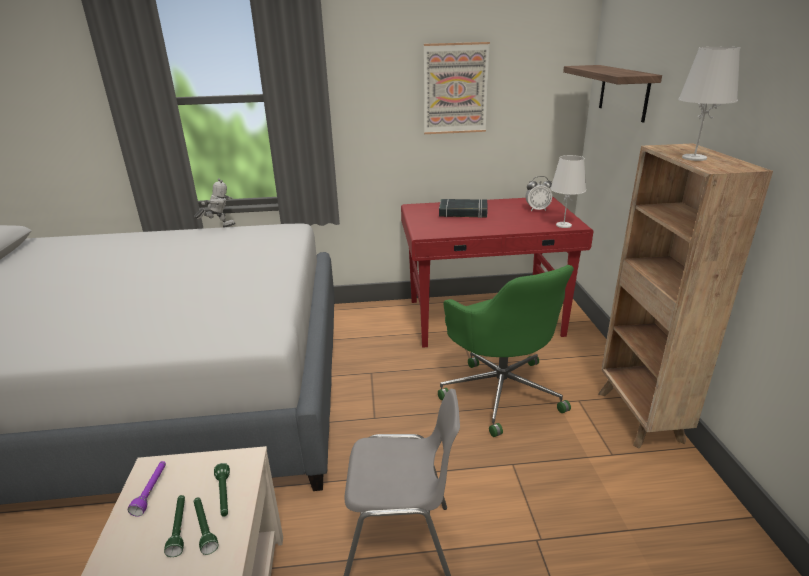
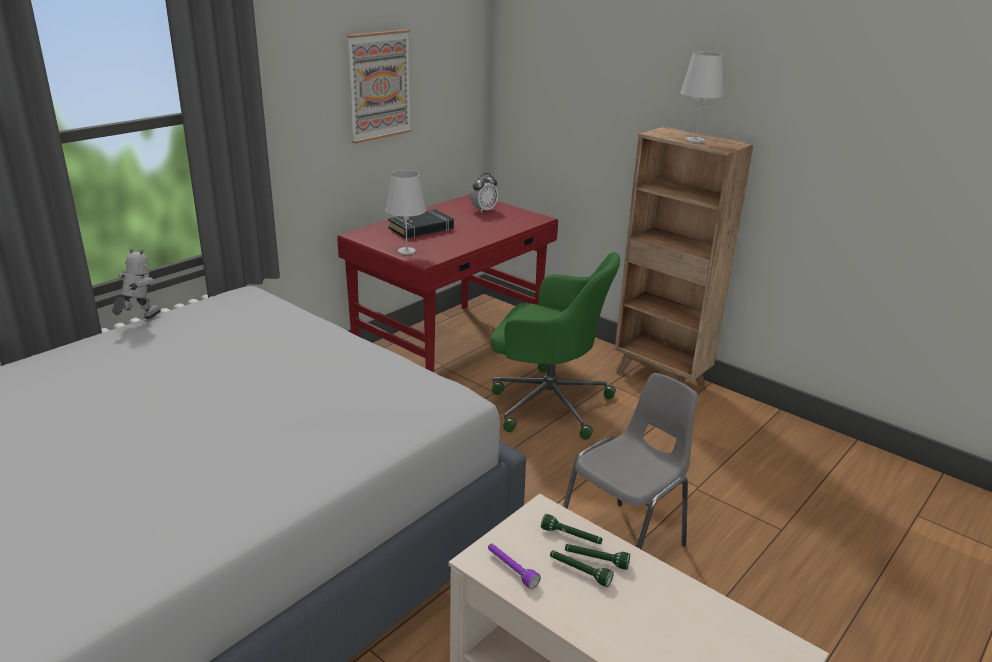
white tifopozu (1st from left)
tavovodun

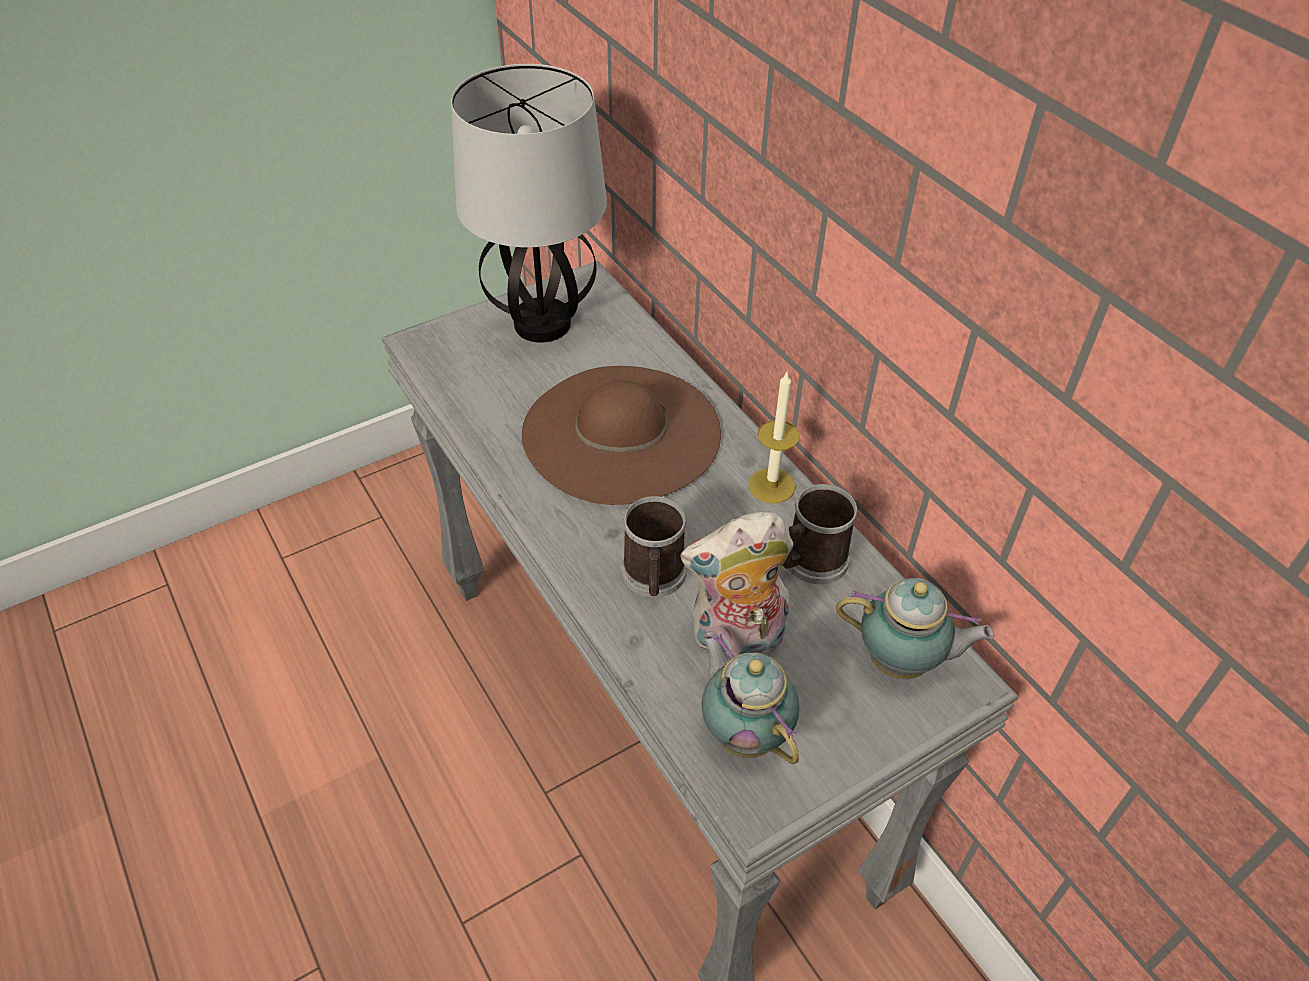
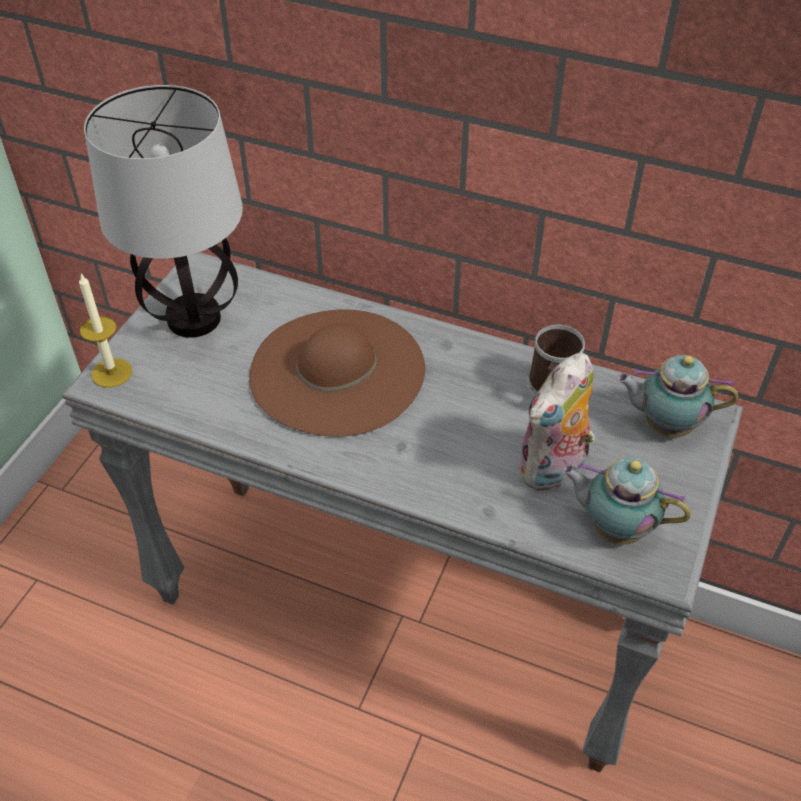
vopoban (1st from left in the first image)
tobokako
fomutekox (2nd from left)

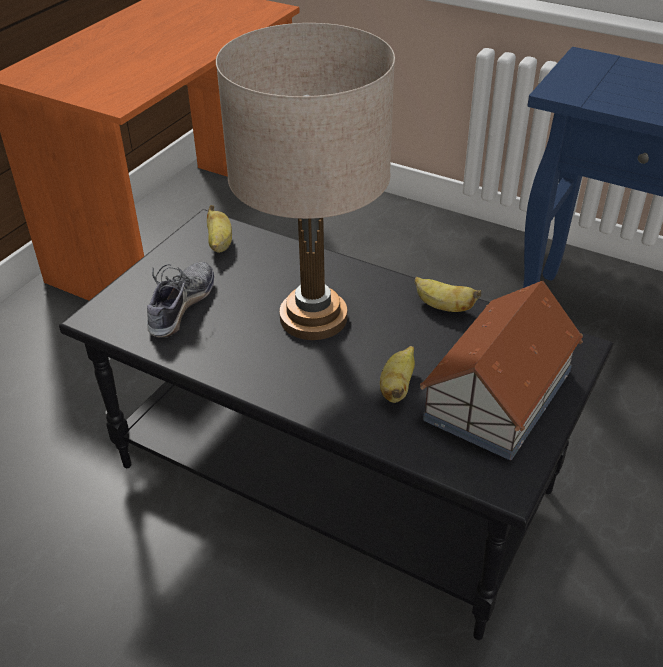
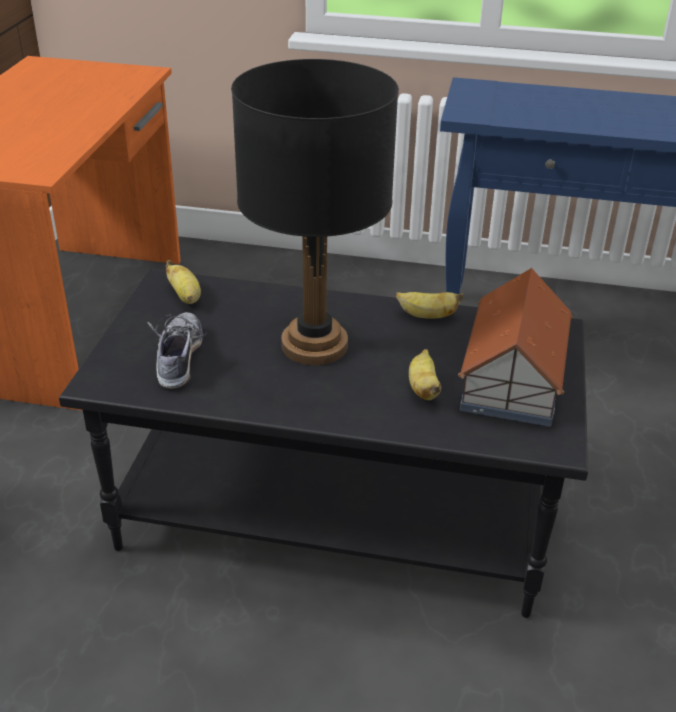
black tifopozu

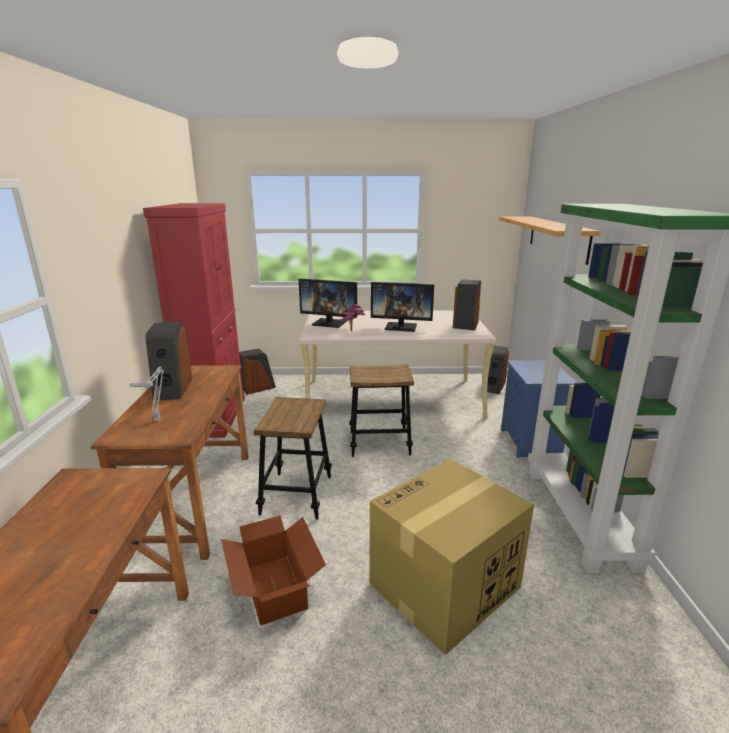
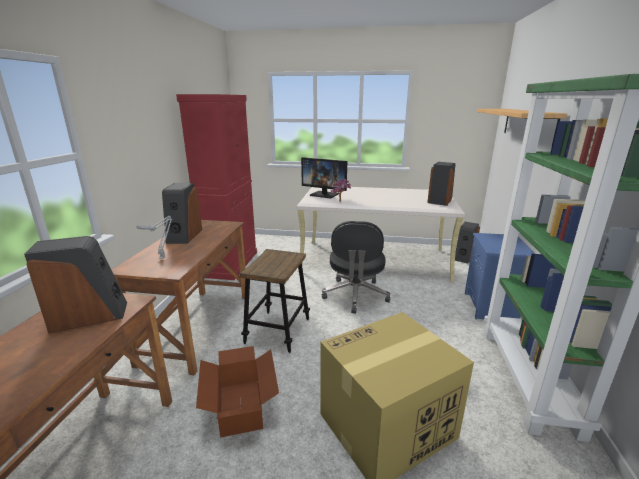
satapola (1st from left)
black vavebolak
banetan (2nd from left in the first image)

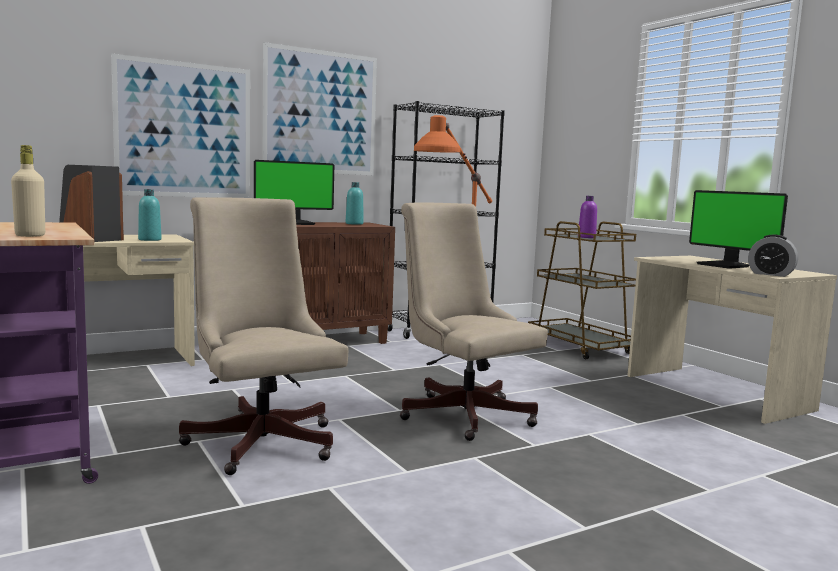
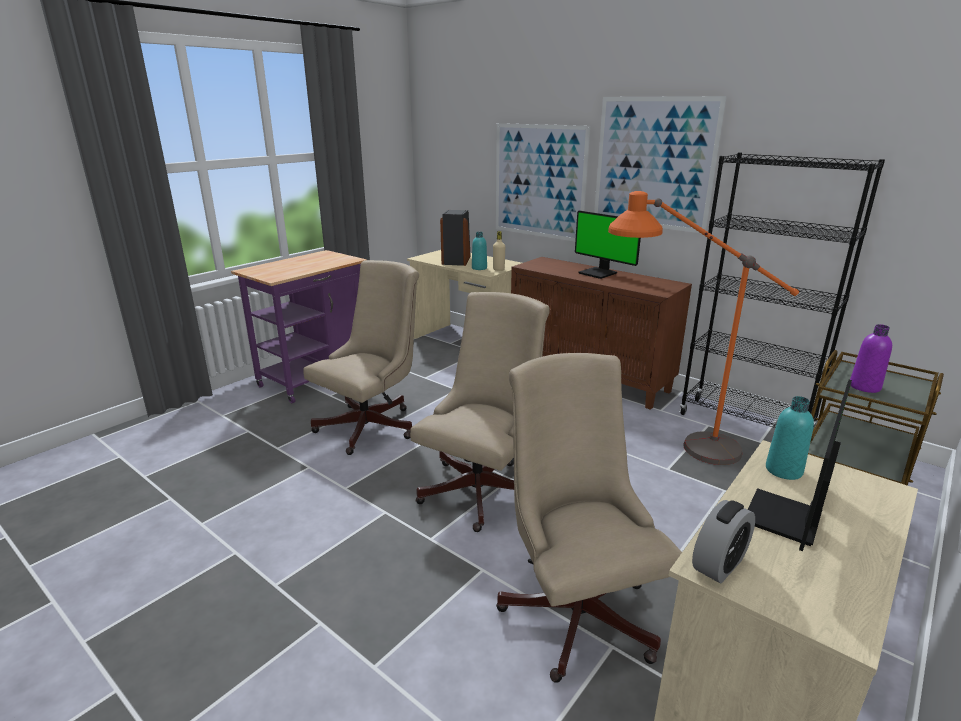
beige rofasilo
turquoise rofasilo (2nd from left)
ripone
beige vavebolak (3rd from left)

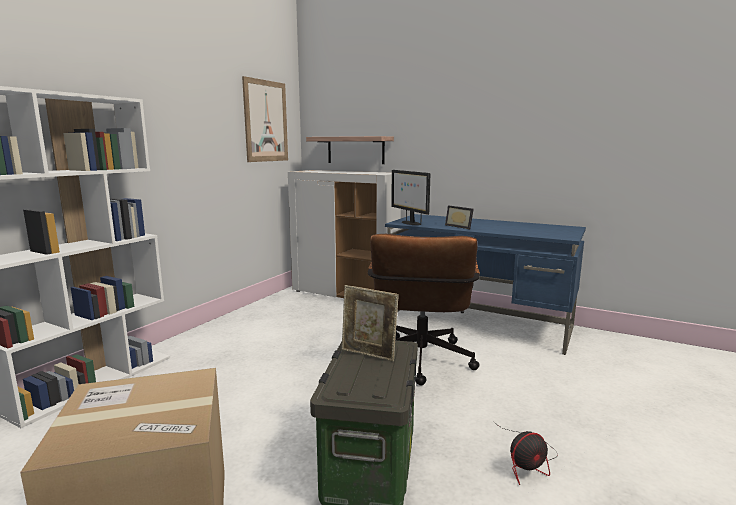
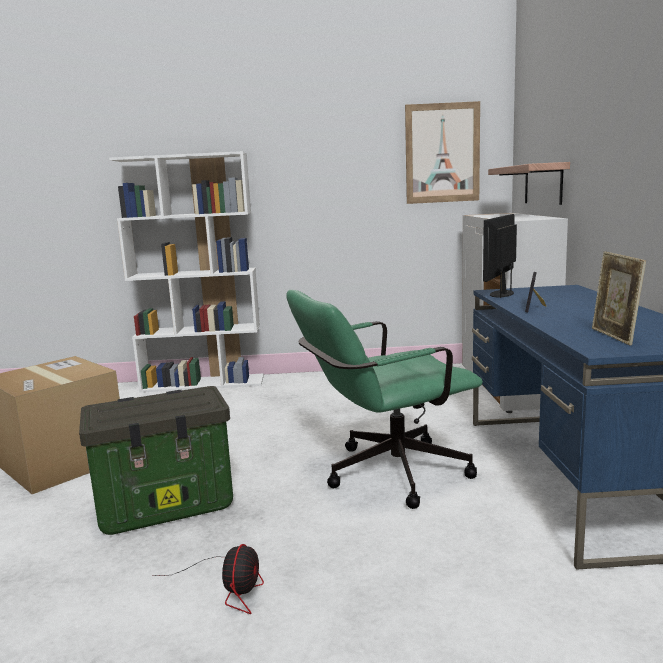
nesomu (2nd from left)
green vavebolak
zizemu

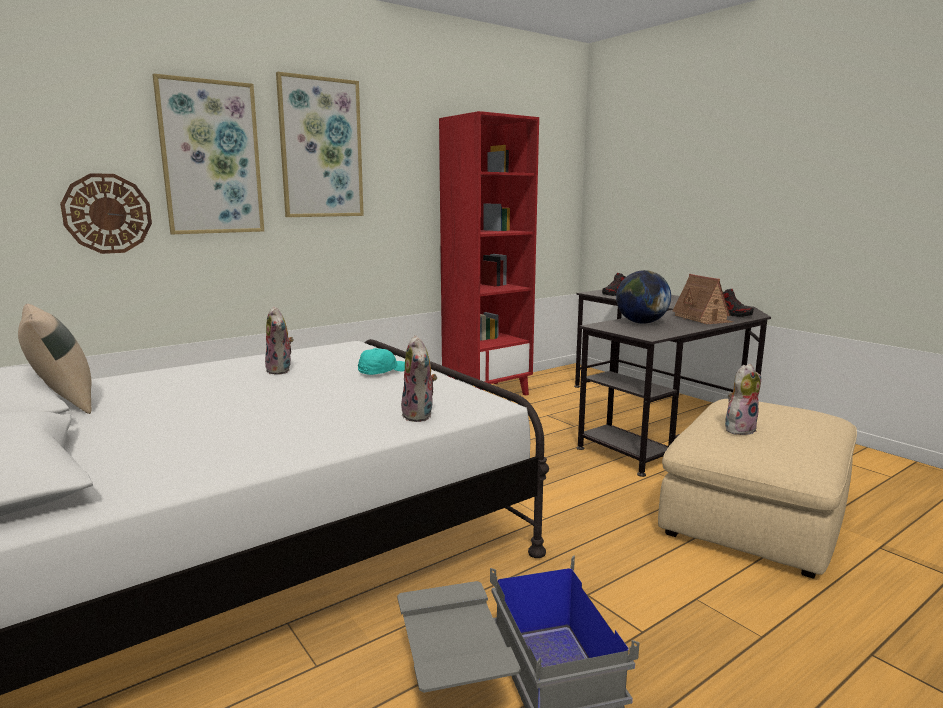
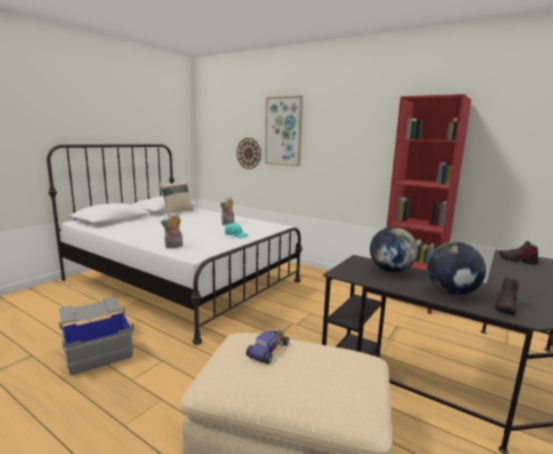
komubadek (2nd from left in the first image)
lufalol (2nd from left)
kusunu

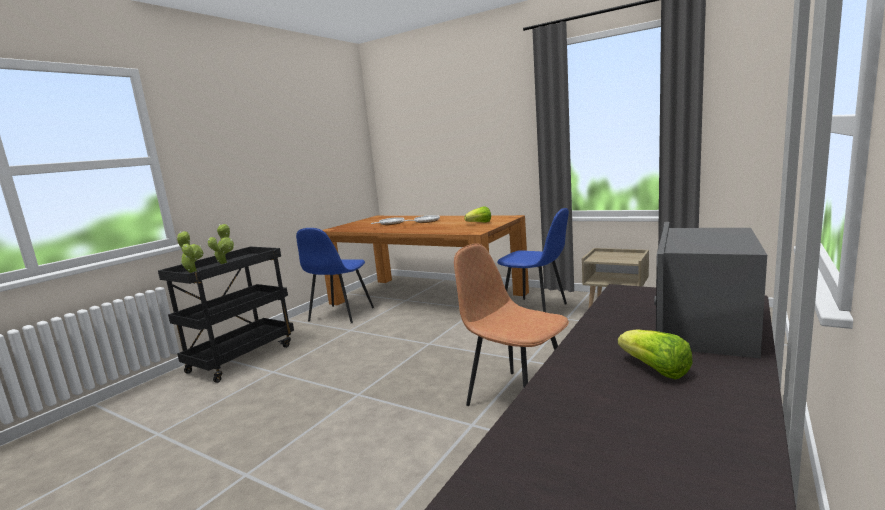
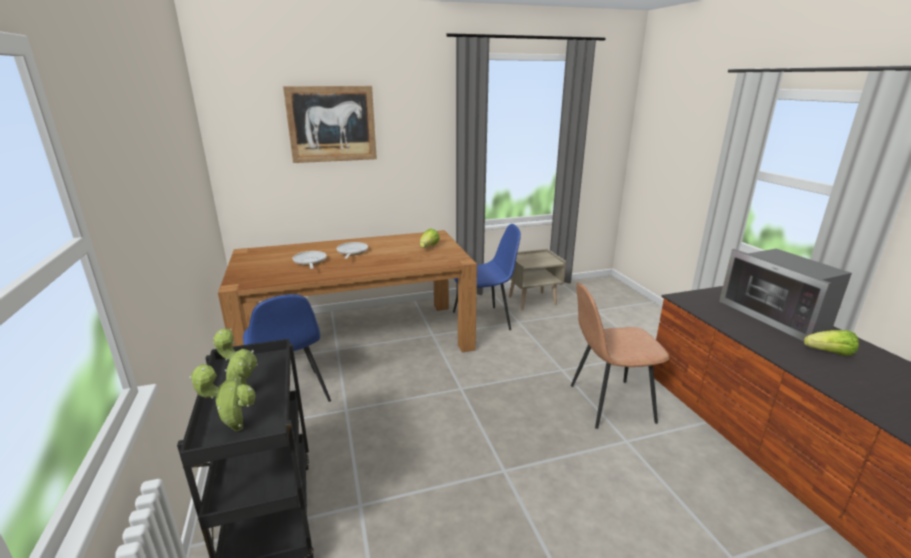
komubadek

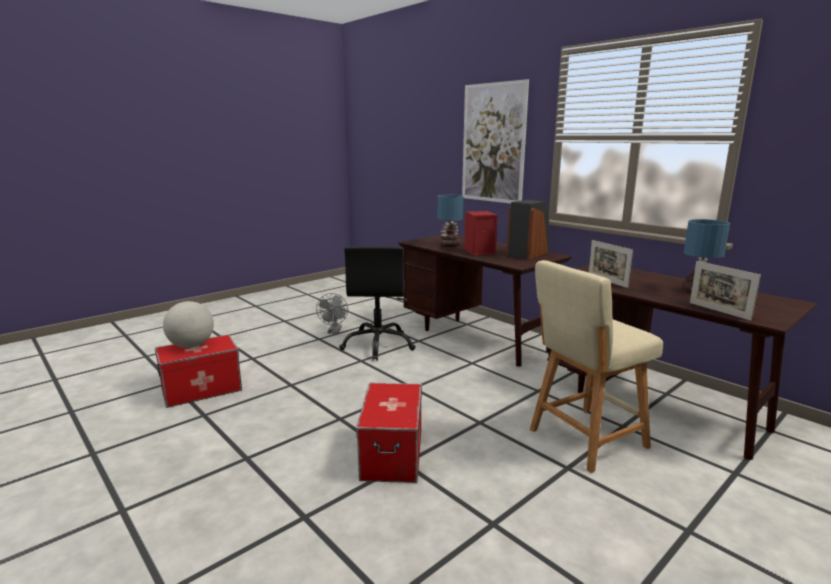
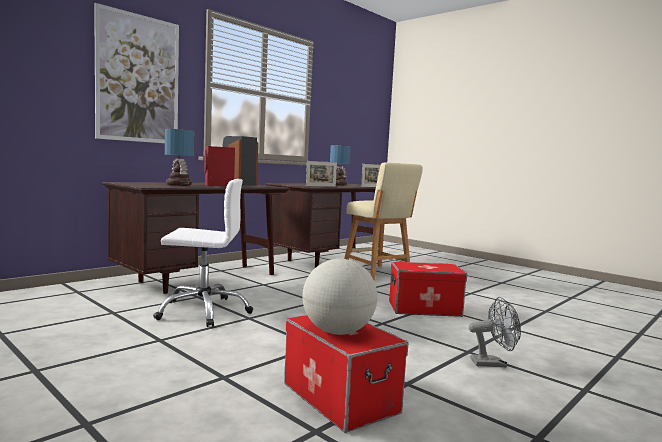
grey zizemu
white vavebolak

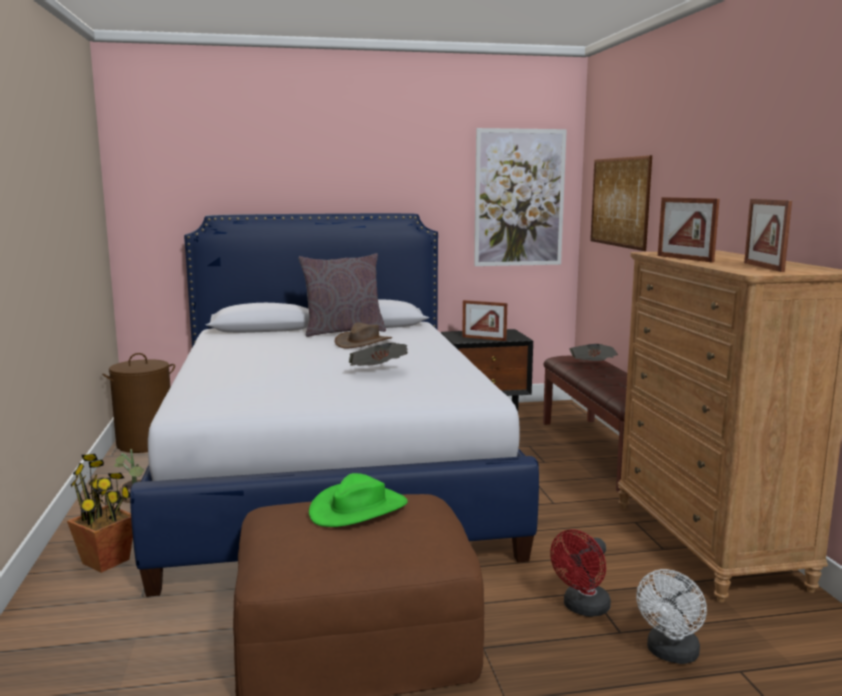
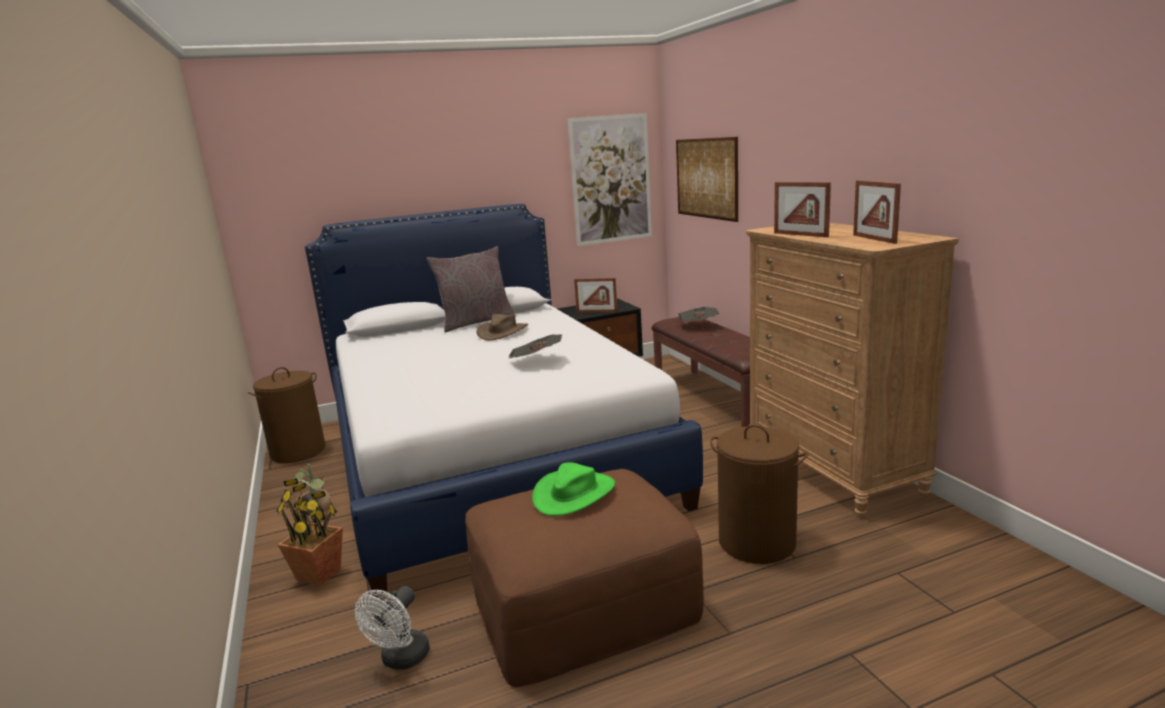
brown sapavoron (2nd from left)
white zizemu

